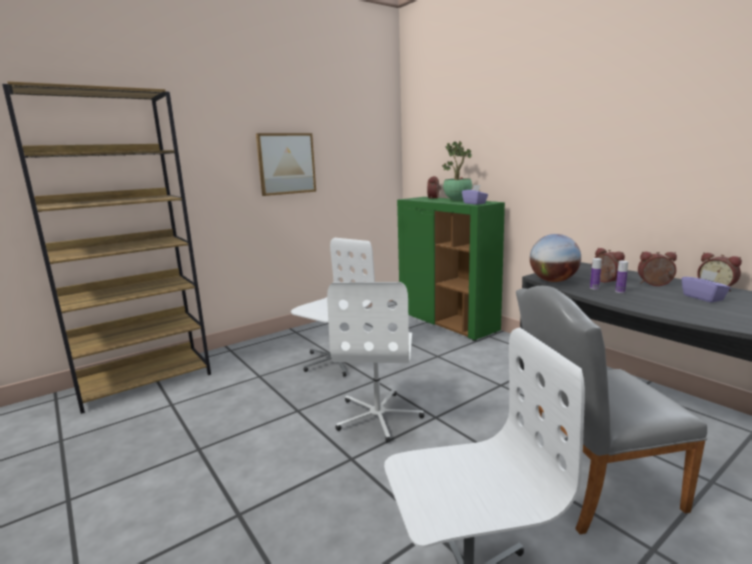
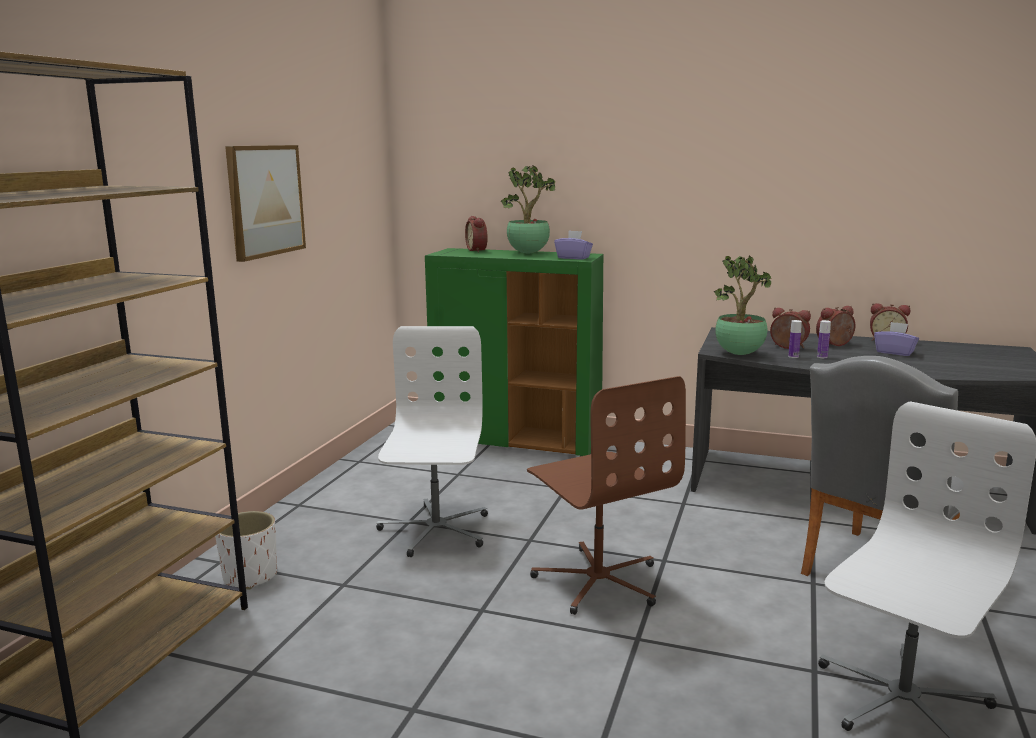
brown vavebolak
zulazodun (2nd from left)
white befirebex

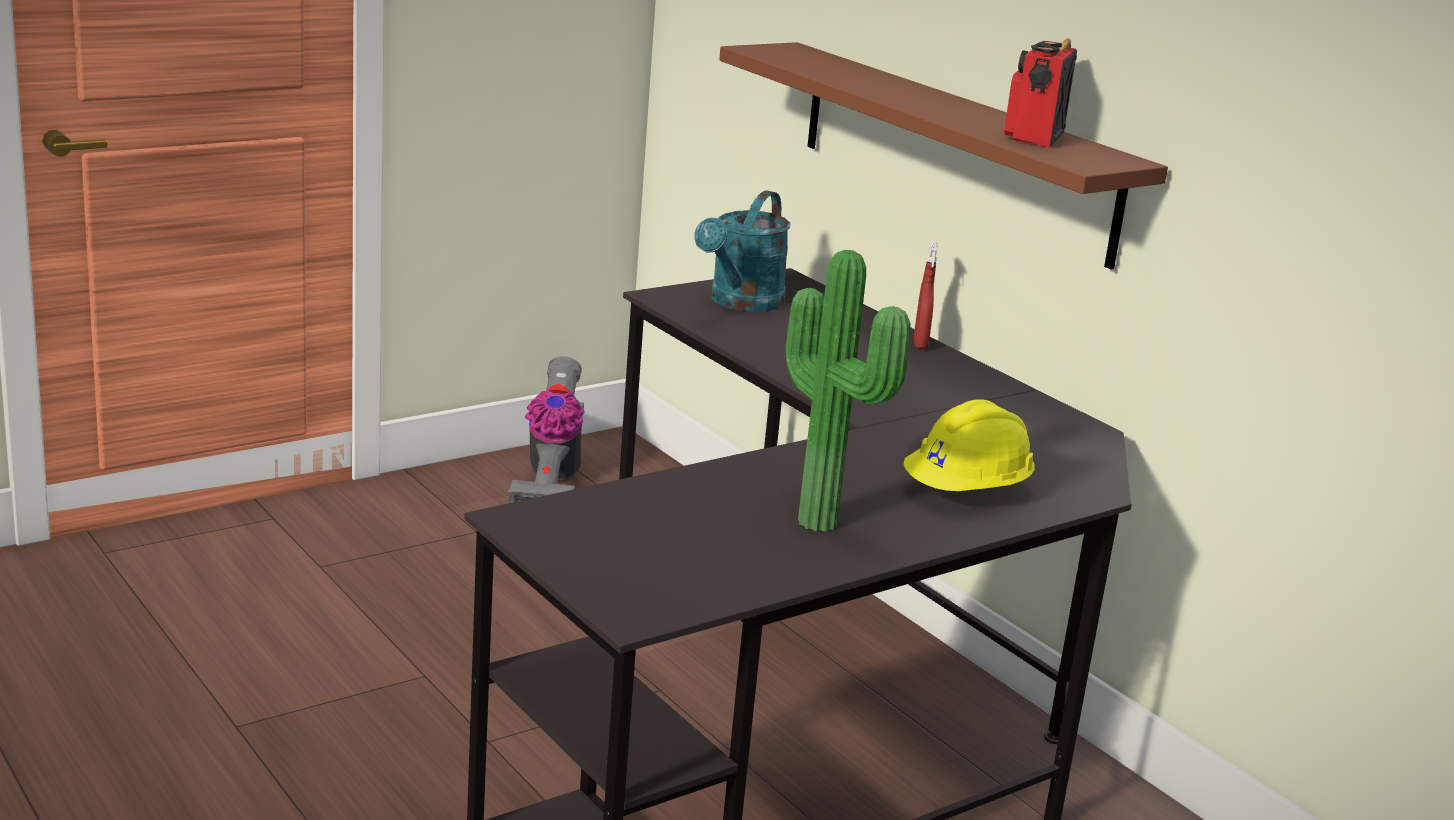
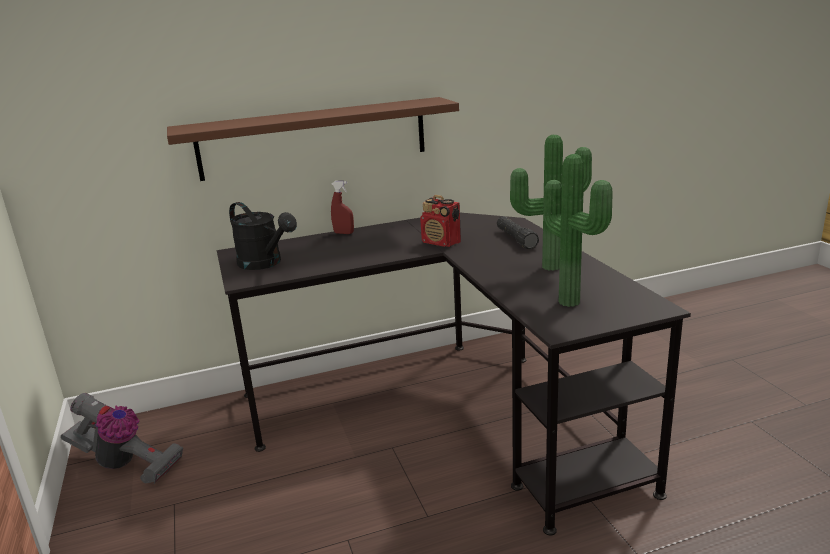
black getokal
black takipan
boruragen
zulazodun (2nd from left)

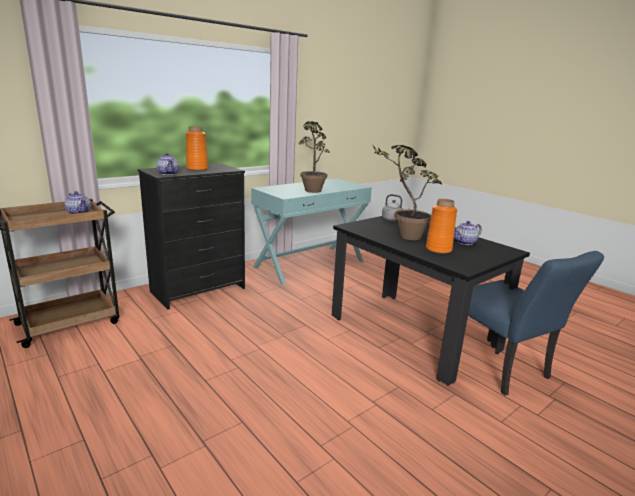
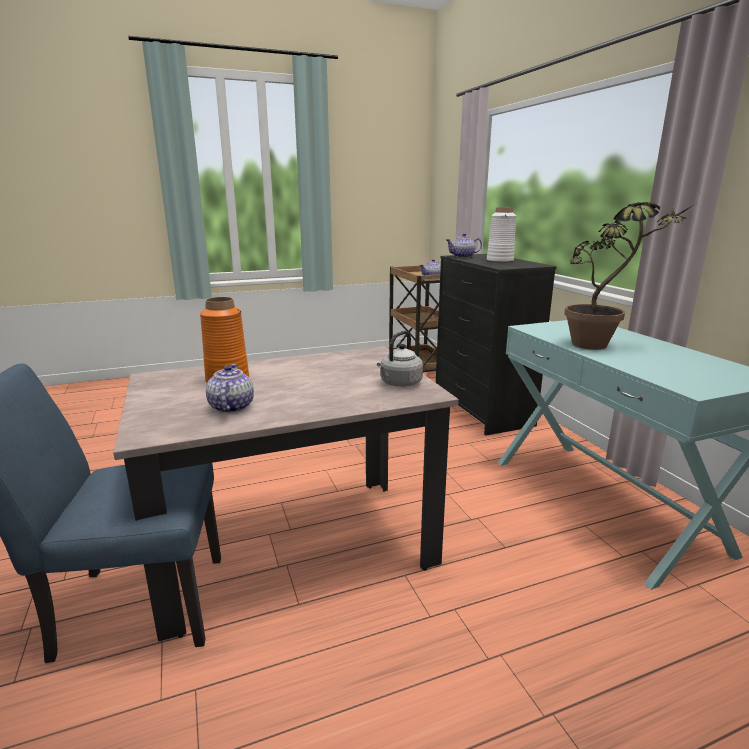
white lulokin
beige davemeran
zulazodun (2nd from left in the first image)

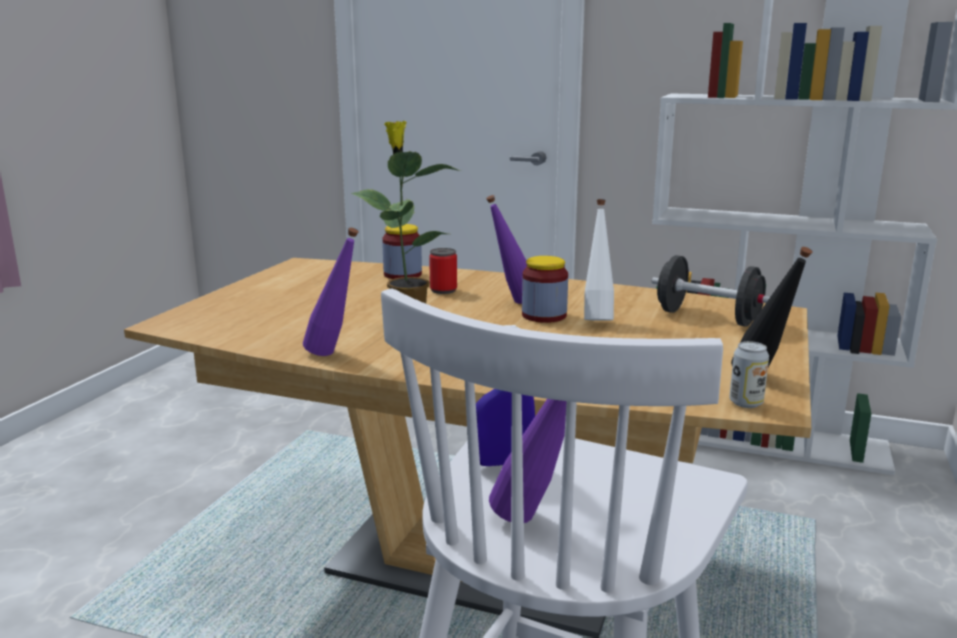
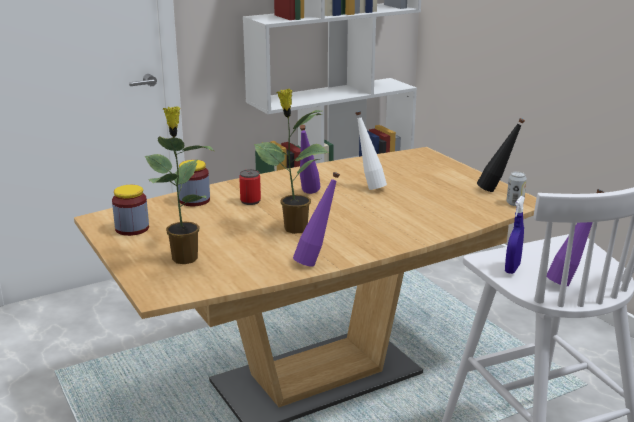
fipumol (1st from left)
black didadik
zulazodun (1st from left)

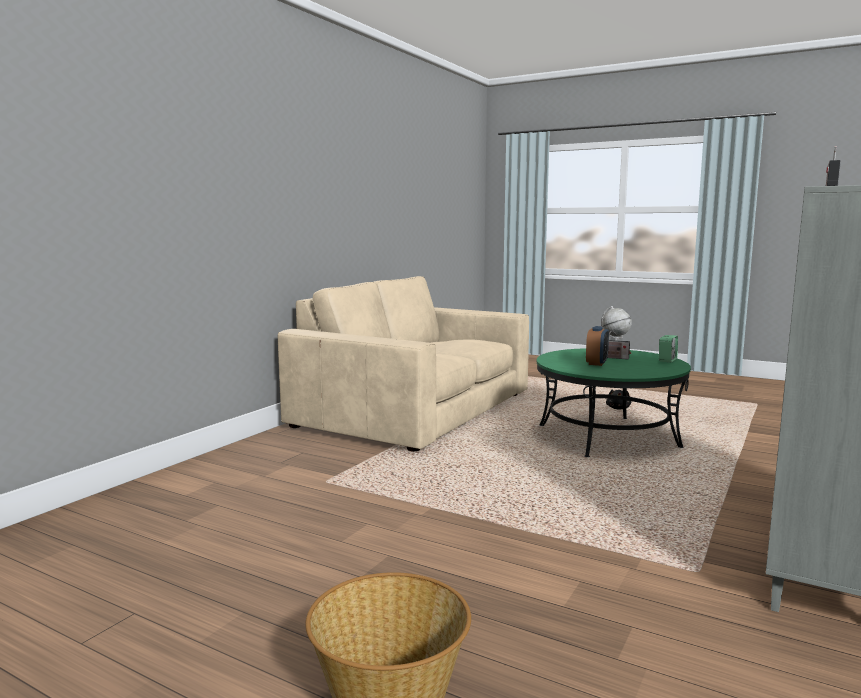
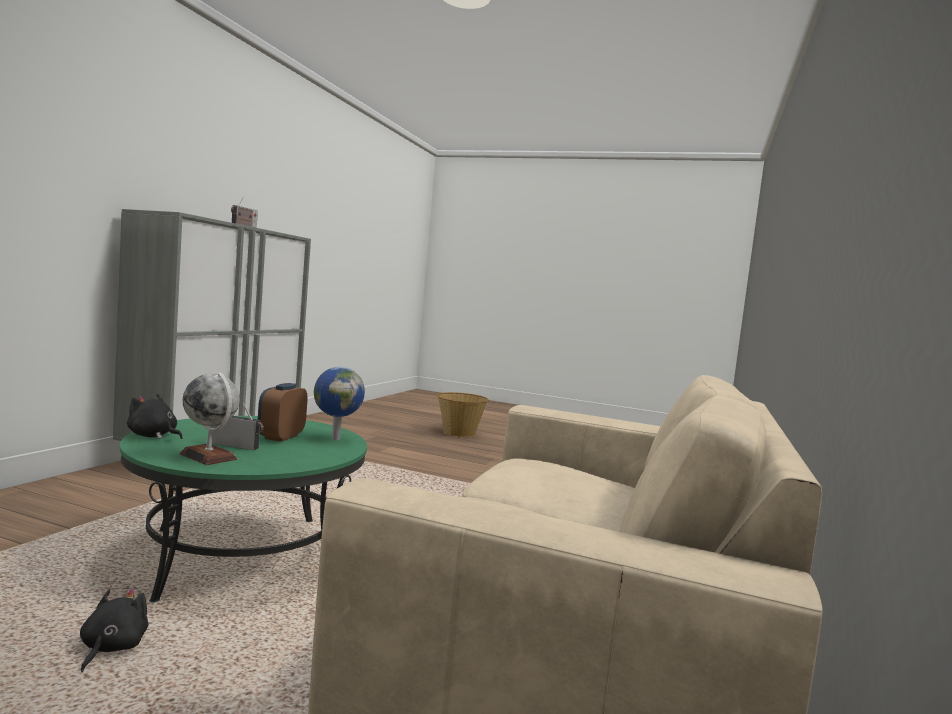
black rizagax (2nd from left)
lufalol (2nd from left)

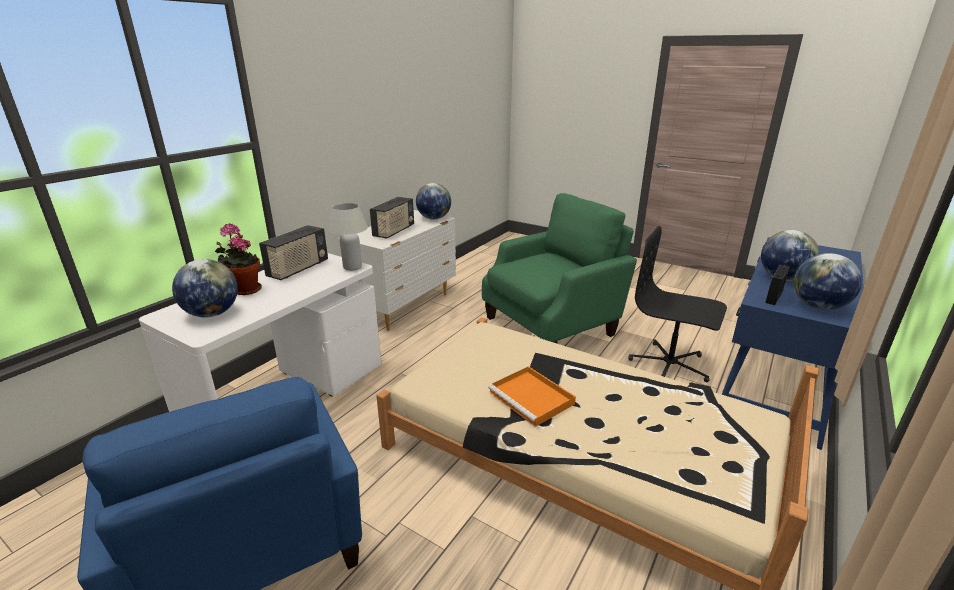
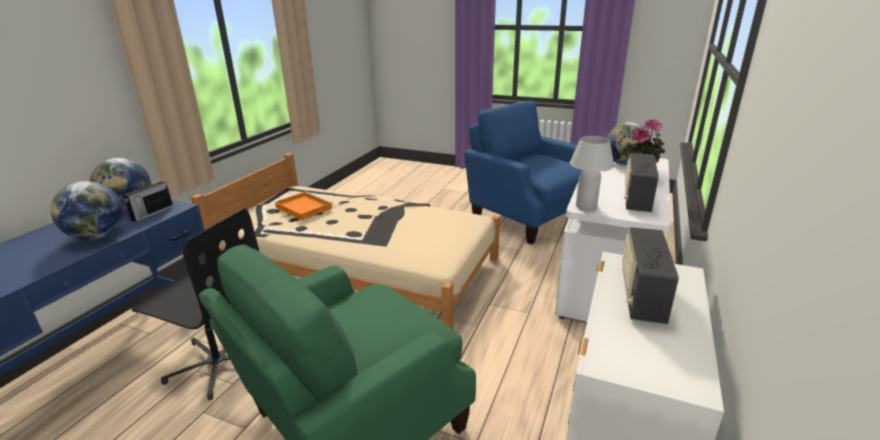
lufalol (2nd from left in the first image)
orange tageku

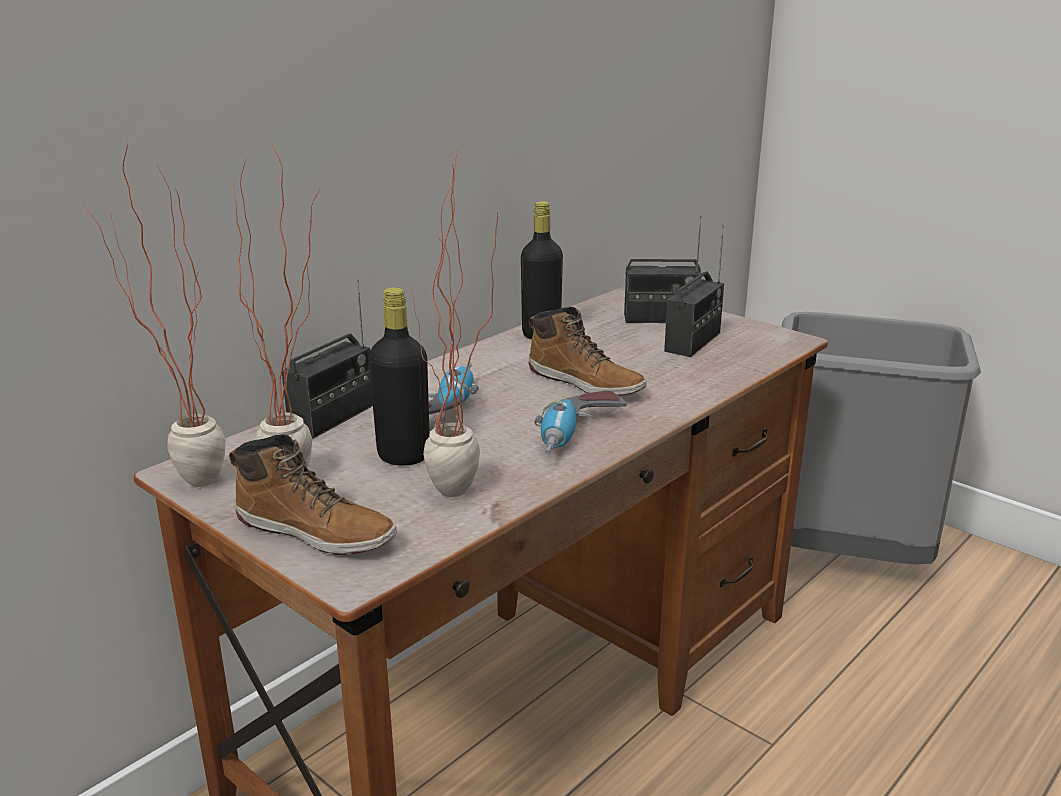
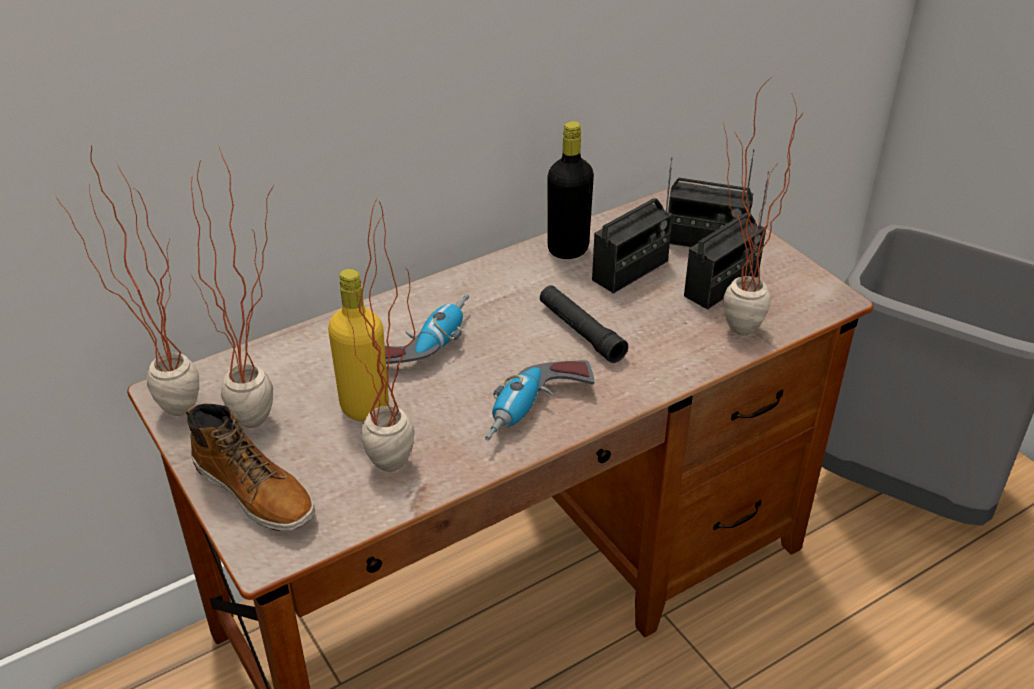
boruragen (1st from left)
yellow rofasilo
black takipan
zulazodun (4th from left)

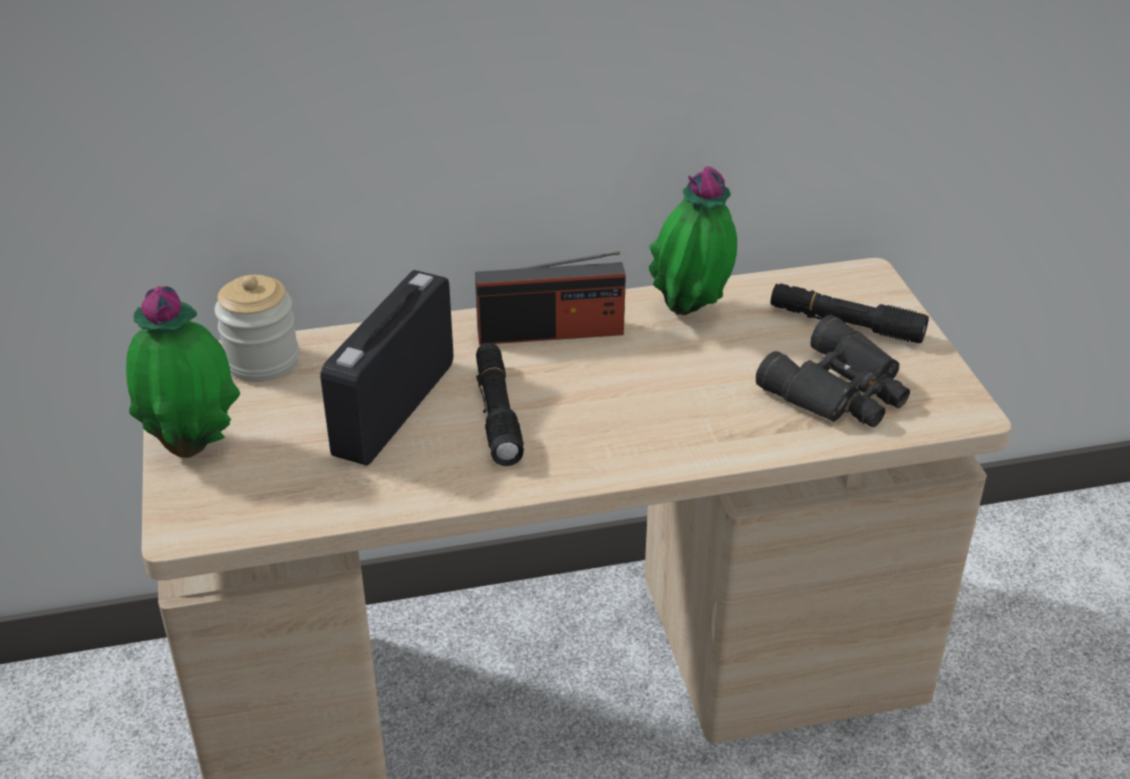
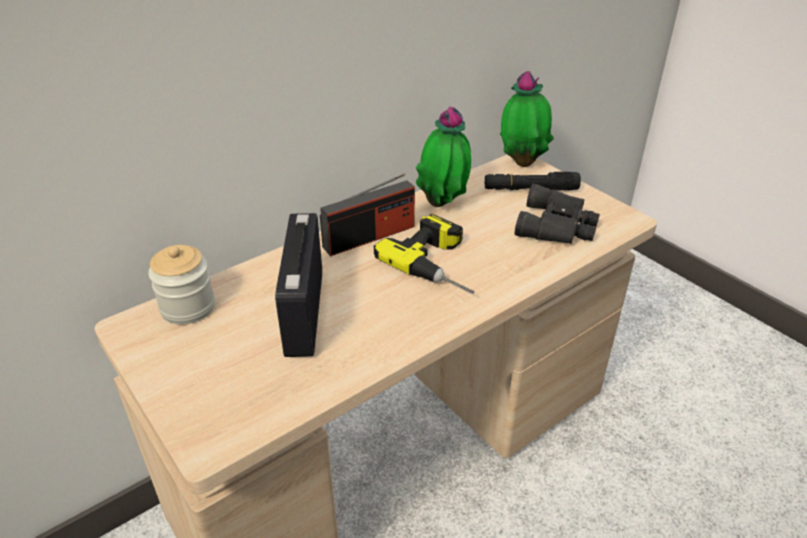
zulazodun (2nd from left)
black takipan (1st from left in the first image)
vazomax

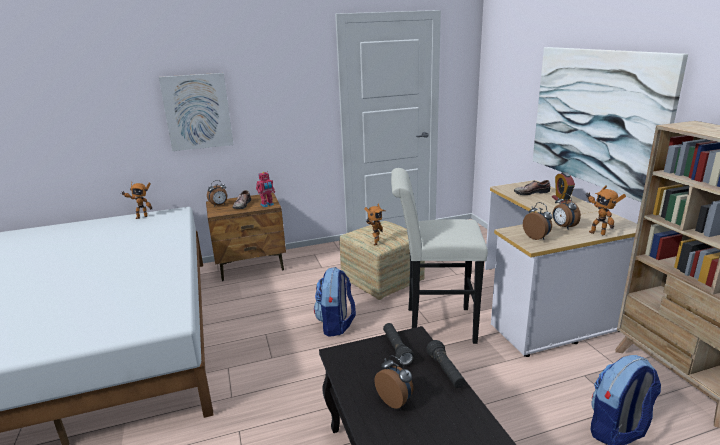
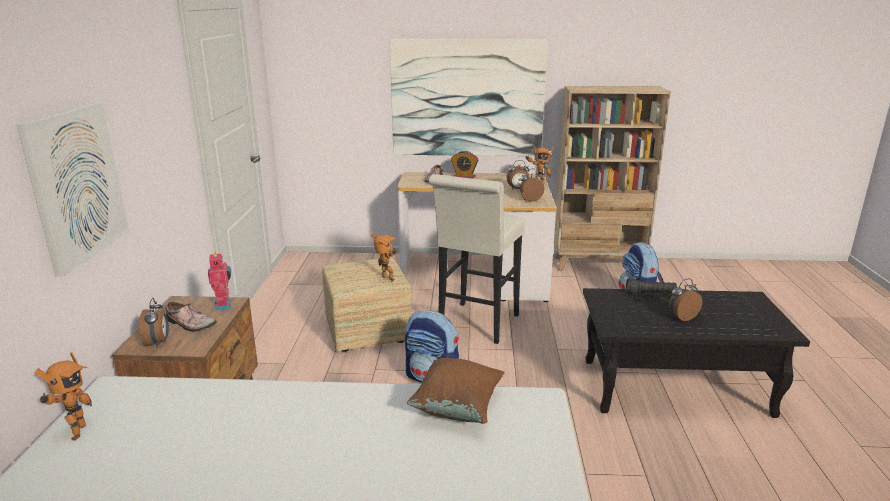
black takipan (1st from left in the first image)
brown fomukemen

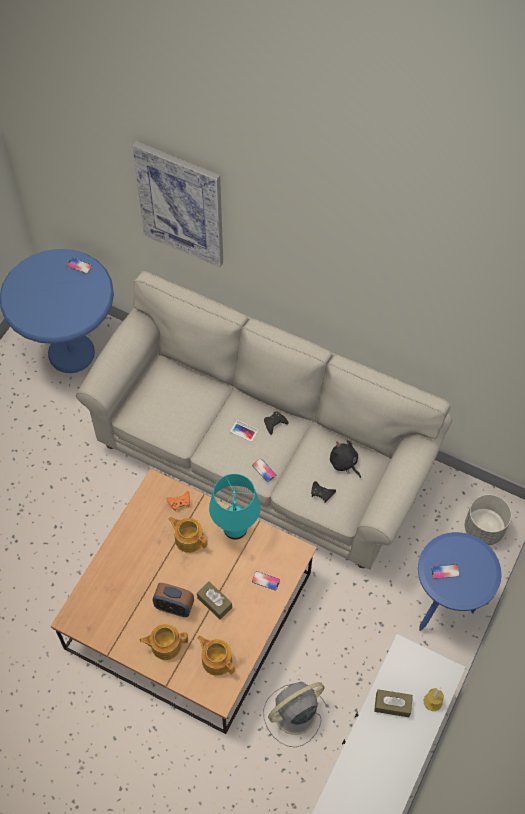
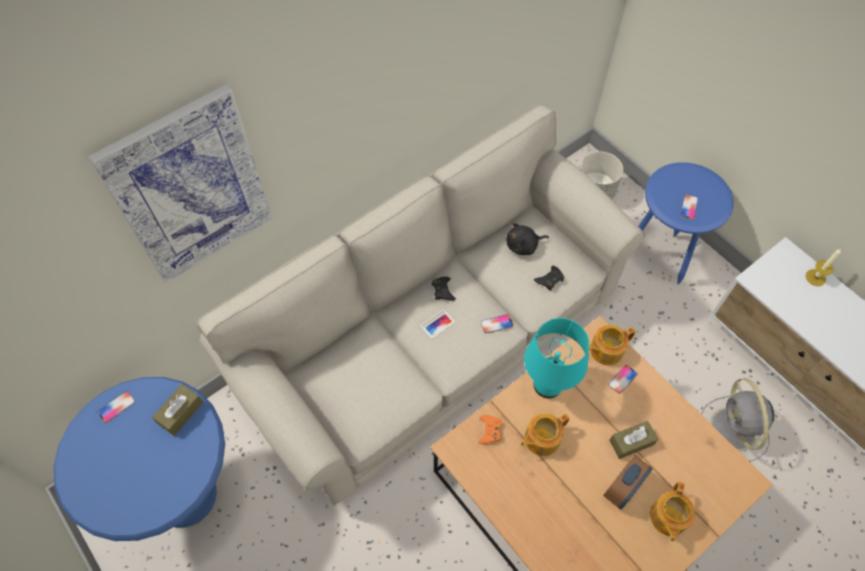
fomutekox (2nd from left)
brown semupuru (1st from left)

